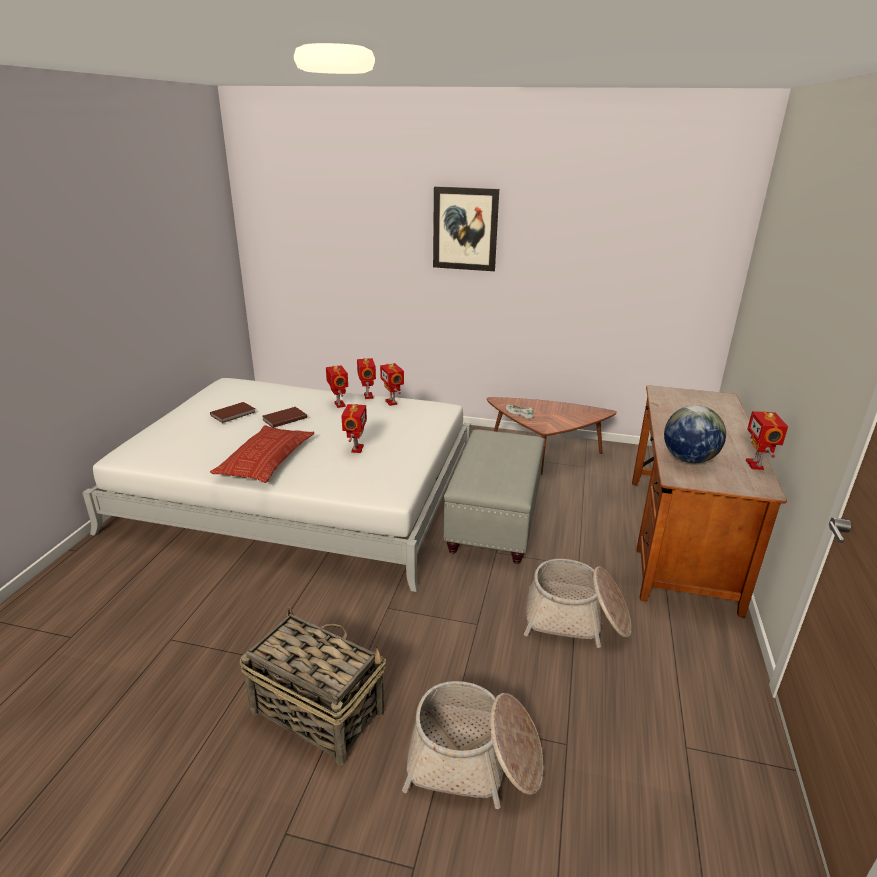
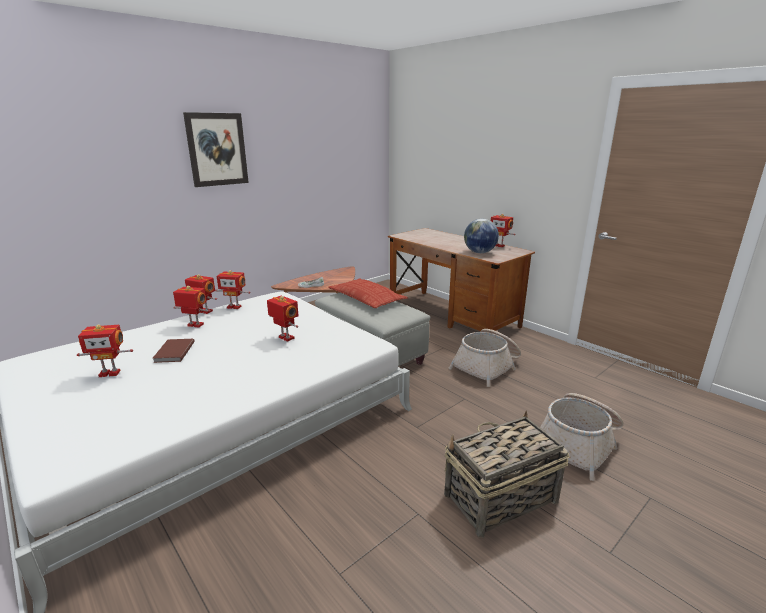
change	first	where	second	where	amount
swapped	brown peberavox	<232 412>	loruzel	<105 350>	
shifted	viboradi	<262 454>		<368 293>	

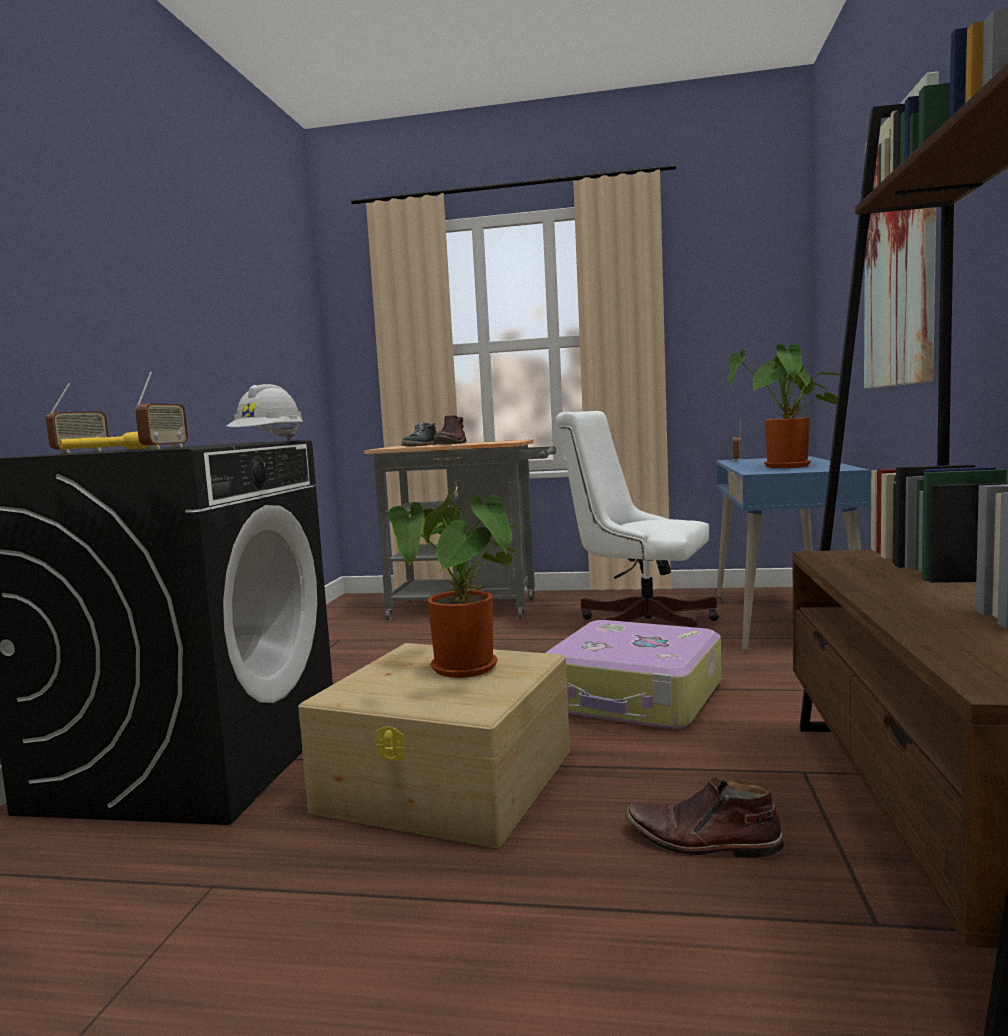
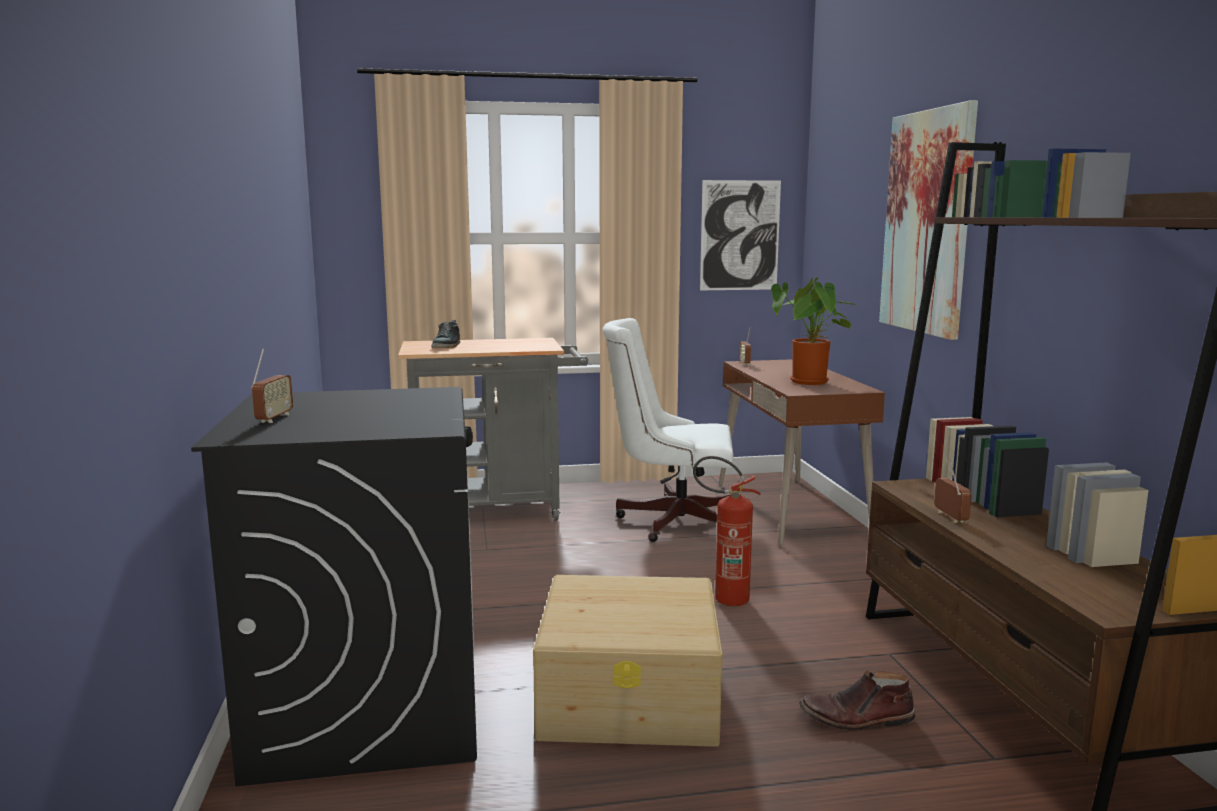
change	first	where	second	where	amount
gone	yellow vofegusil	<103 441>			
shifted	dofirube	<161 410>		<953 490>	
gone	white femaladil	<265 412>			
gone	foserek	<454 582>			
gone	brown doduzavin	<450 429>			
swapped	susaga	<634 674>	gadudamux	<726 531>	
repainted	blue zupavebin	<793 554>	brown zupavebin	<802 452>	
new			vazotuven	<740 235>	

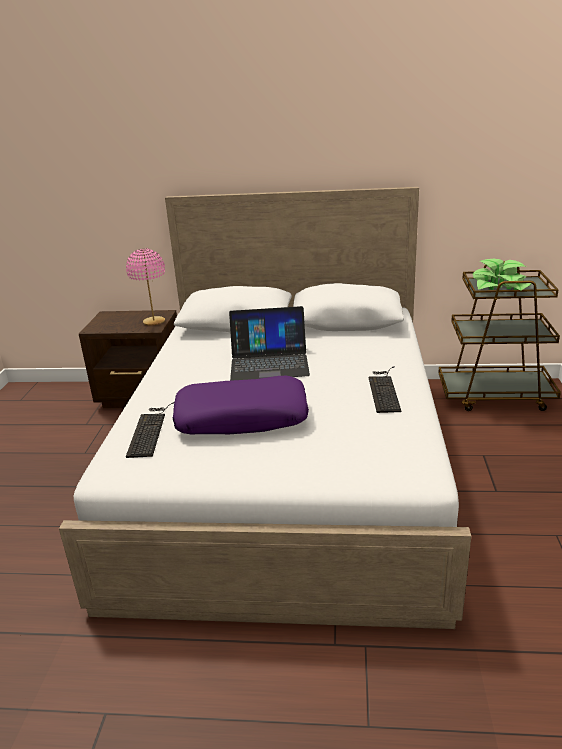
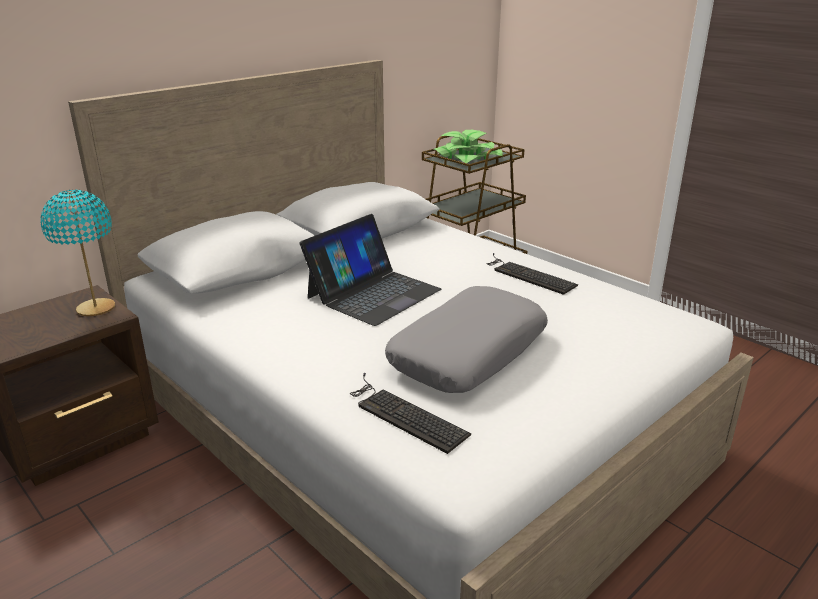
change	first	where	second	where	amount
repainted	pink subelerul	<145 286>	turquoise subelerul	<77 253>	
repainted	purple viboradi	<241 405>	grey viboradi	<466 339>	

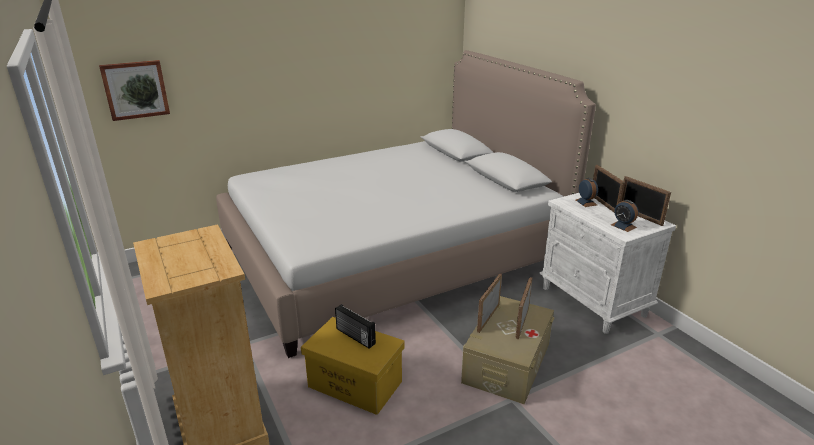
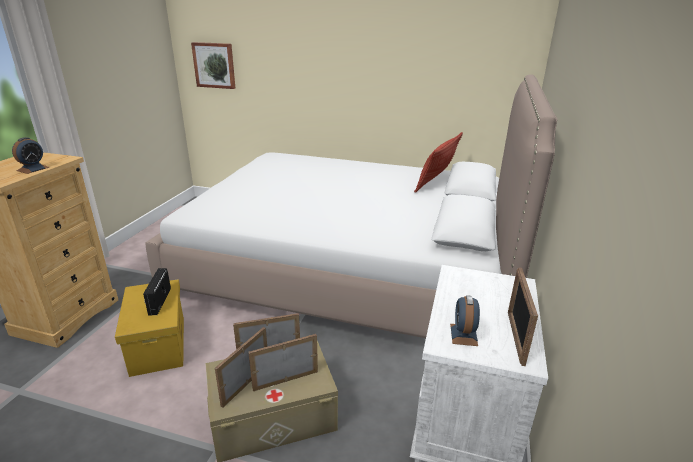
change	first	where	second	where	amount
shifted	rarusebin	<587 192>		<31 155>	
shifted	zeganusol	<609 188>		<241 367>	
new			viboradi	<438 162>	

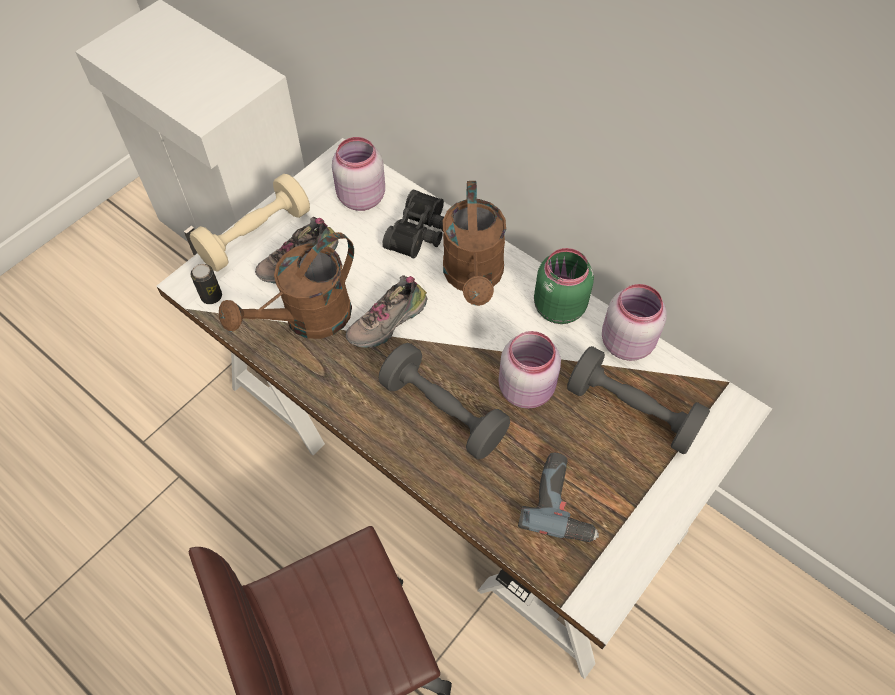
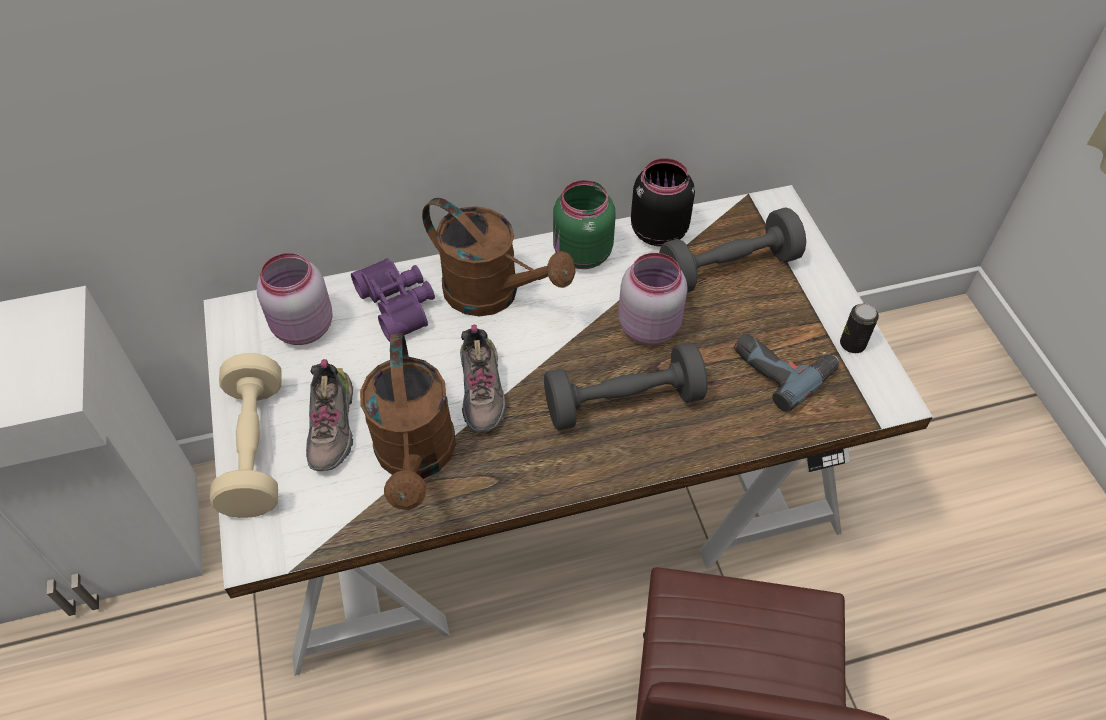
change	first	where	second	where	amount
shifted	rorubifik	<206 284>		<859 328>	
repainted	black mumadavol	<413 224>	purple mumadavol	<393 300>	
repainted	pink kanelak	<634 322>	black kanelak	<663 202>	

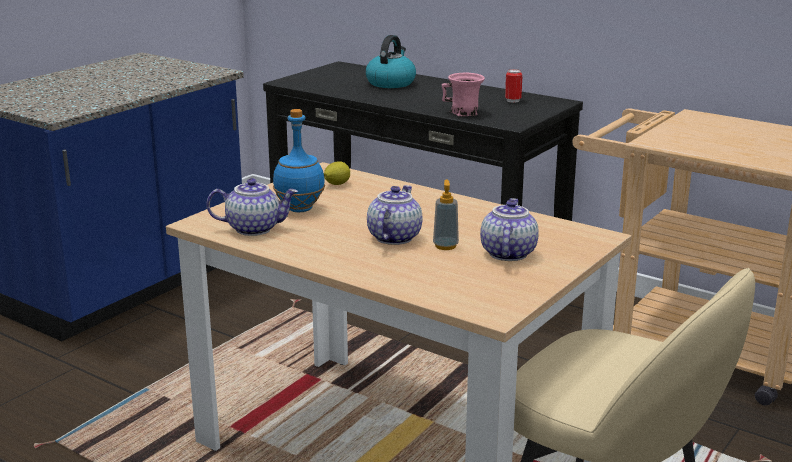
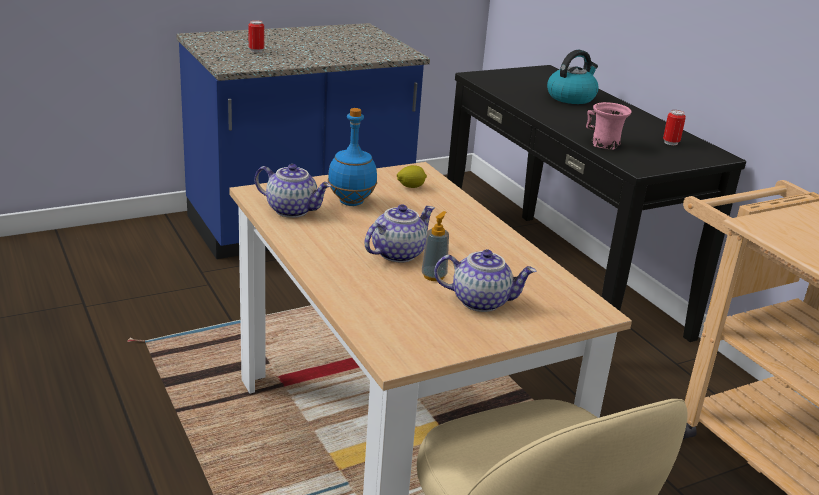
change	first	where	second	where	amount
rotated	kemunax	<509 229>		<485 280>	60 degrees clockwise
new			rorubifik	<256 36>	

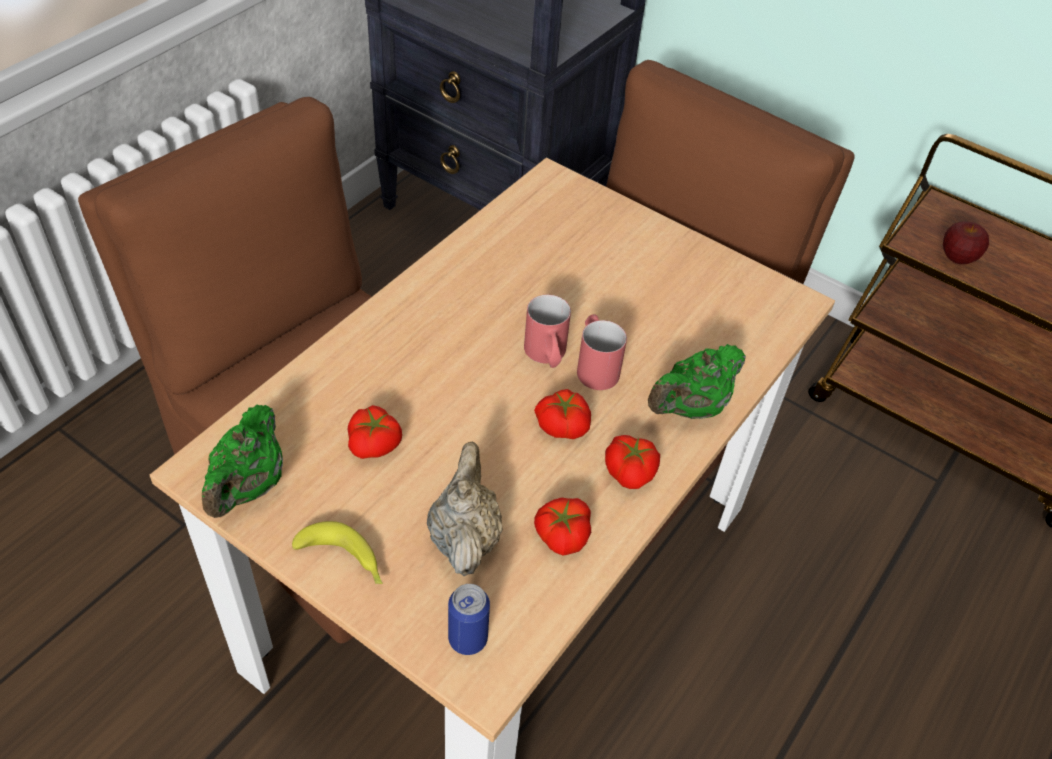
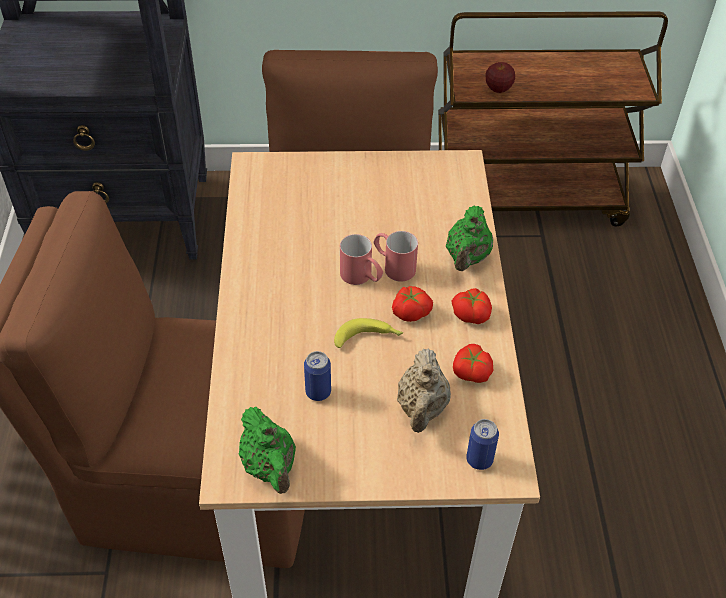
change	first	where	second	where	amount
shifted	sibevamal	<337 552>		<368 333>	
swapped	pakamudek	<374 432>	rorubifik	<317 376>	
rotated	beige kemunax	<465 509>		<424 390>	135 degrees counterclockwise

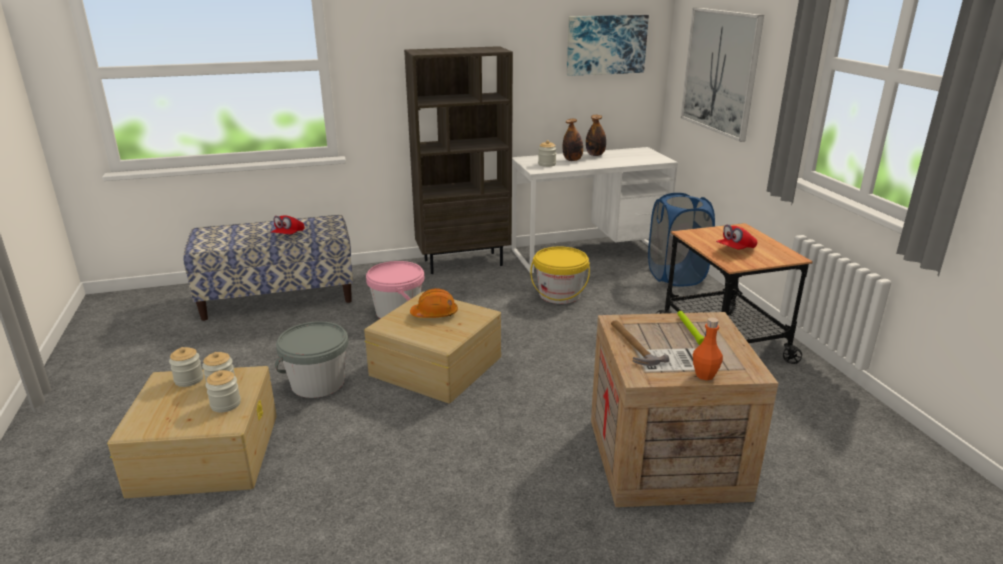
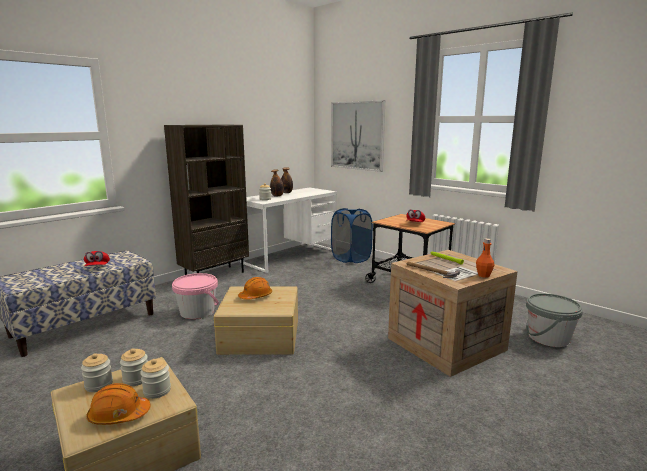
change	first	where	second	where	amount
shifted	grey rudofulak	<311 359>		<554 320>	
gone	yellow rudofulak	<560 275>			
gone	vazotuven	<608 45>			
new			orange femaladil	<119 404>	

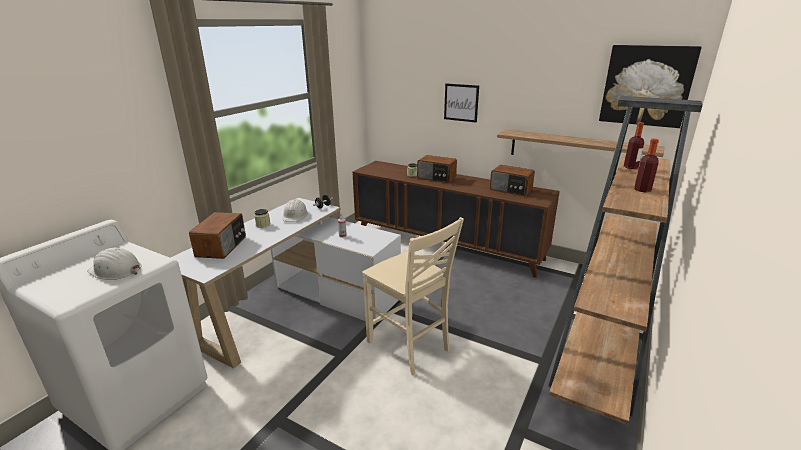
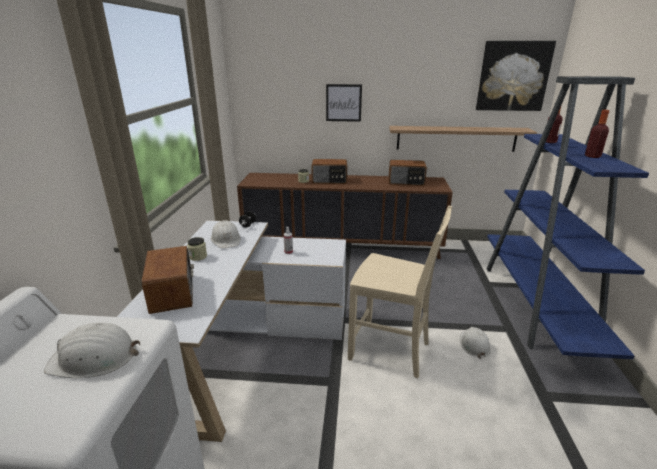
change	first	where	second	where	amount
repainted	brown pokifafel	<625 260>	blue pokifafel	<568 217>	
new			white femaladil	<475 343>	

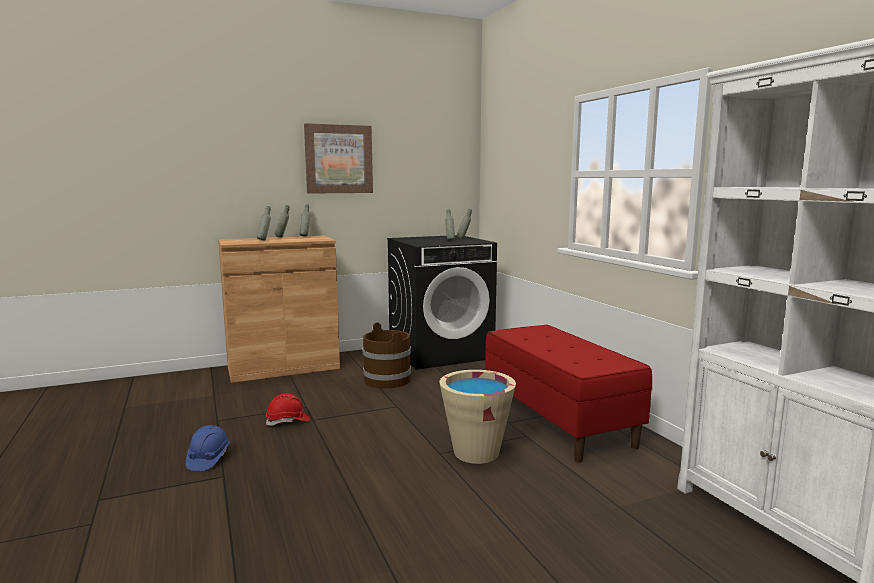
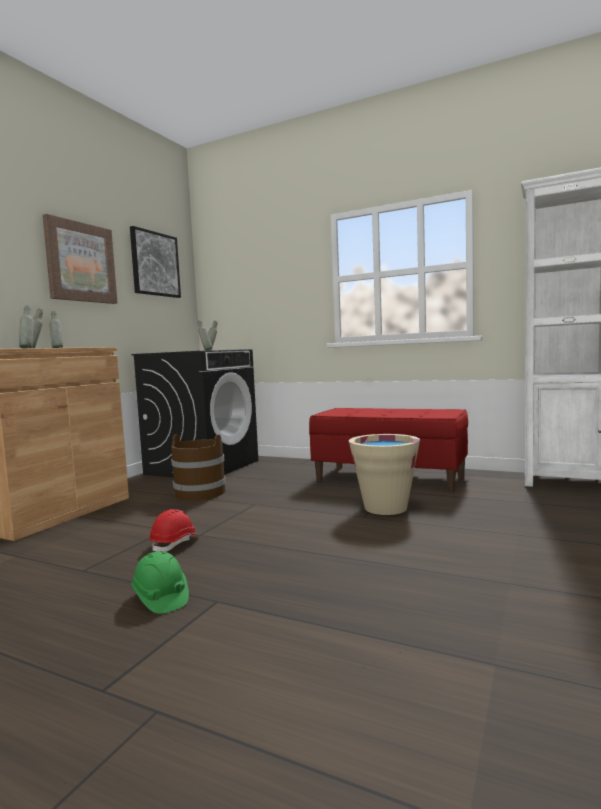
change	first	where	second	where	amount
repainted	blue femaladil	<208 448>	green femaladil	<160 582>	
new			vazotuven	<155 262>	

